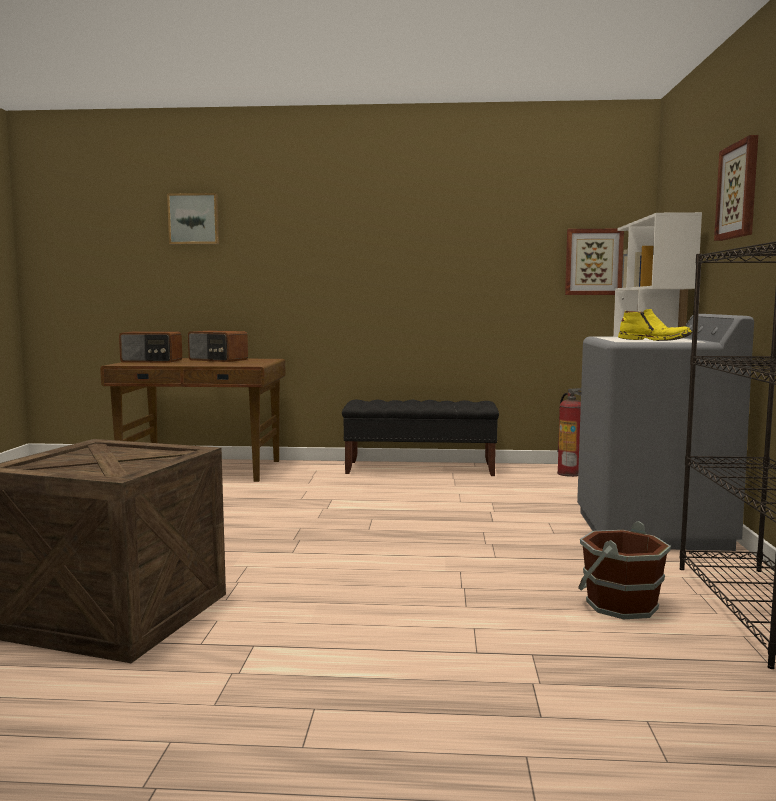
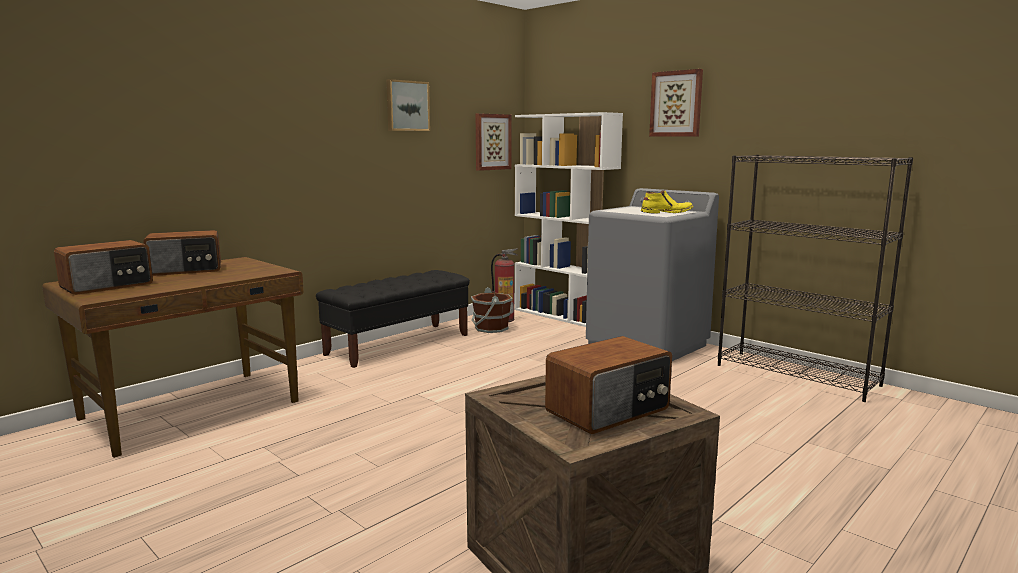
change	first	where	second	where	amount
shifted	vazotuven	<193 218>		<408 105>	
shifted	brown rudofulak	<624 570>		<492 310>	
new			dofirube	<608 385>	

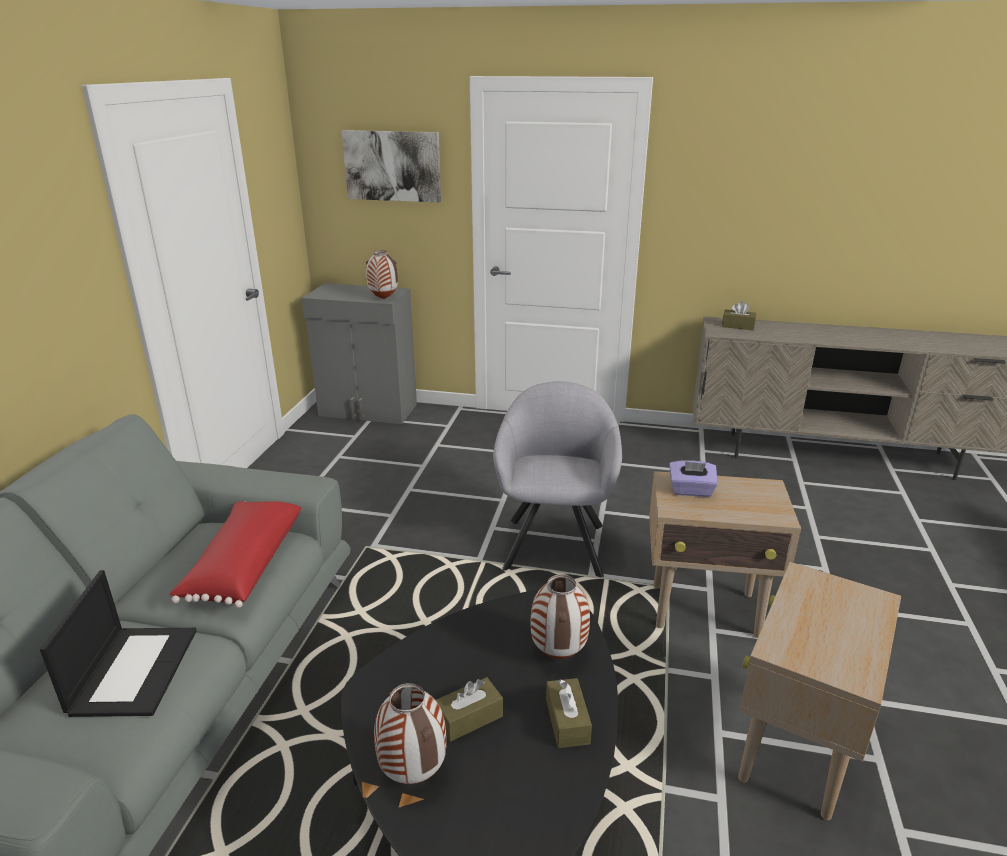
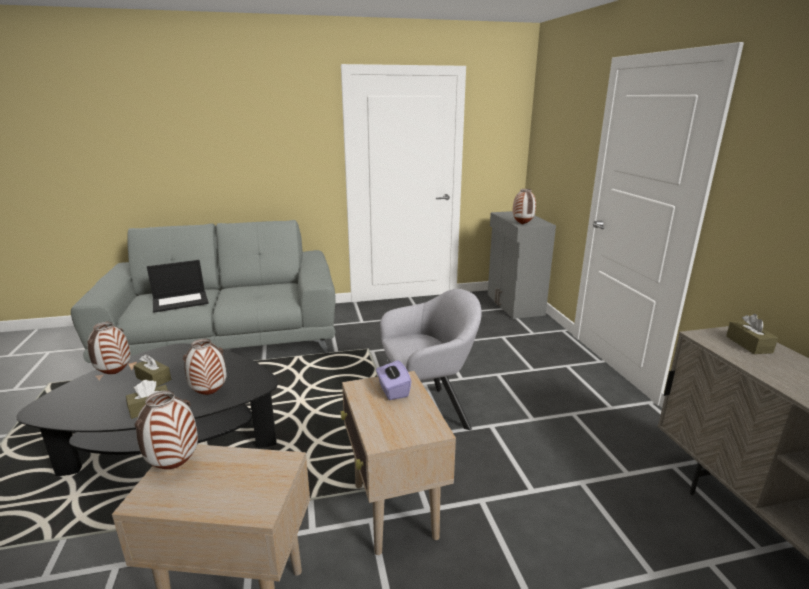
change	first	where	second	where	amount
gone	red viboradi	<235 554>			
gone	vazotuven	<391 166>			
new			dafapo	<166 429>	

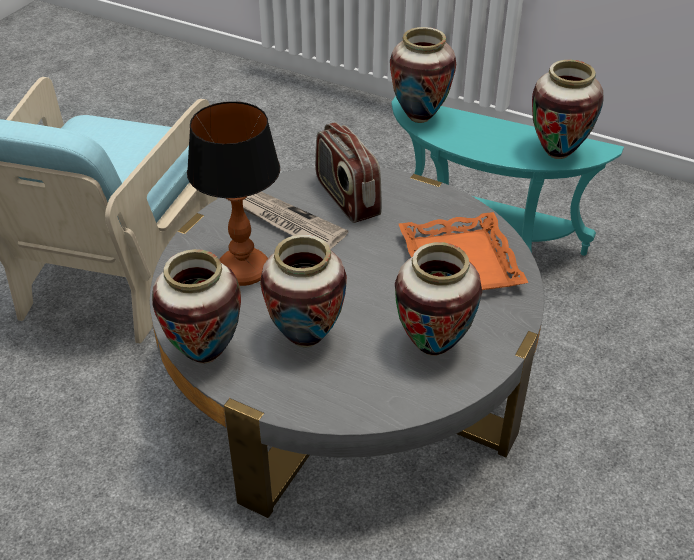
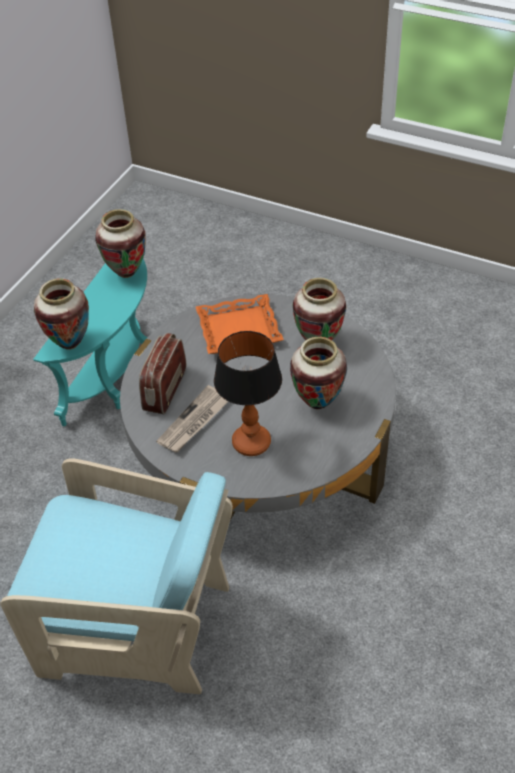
change	first	where	second	where	amount
gone	dafapo	<196 306>			
rotated	dofirube	<348 172>		<162 373>	135 degrees clockwise

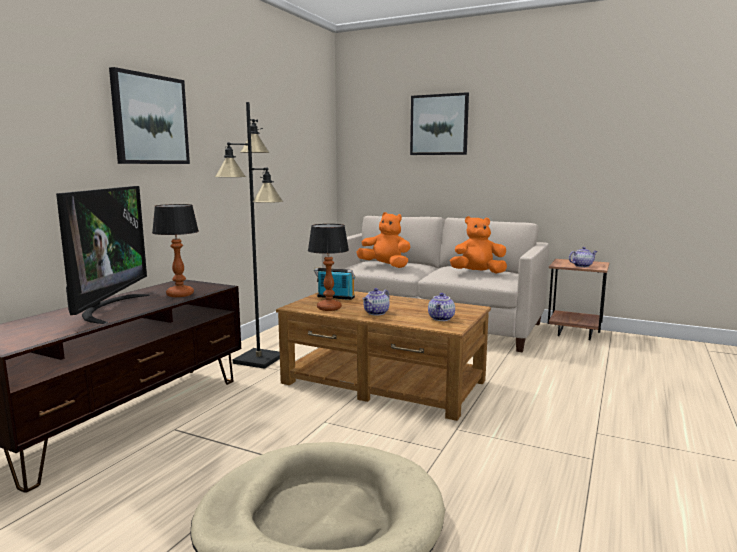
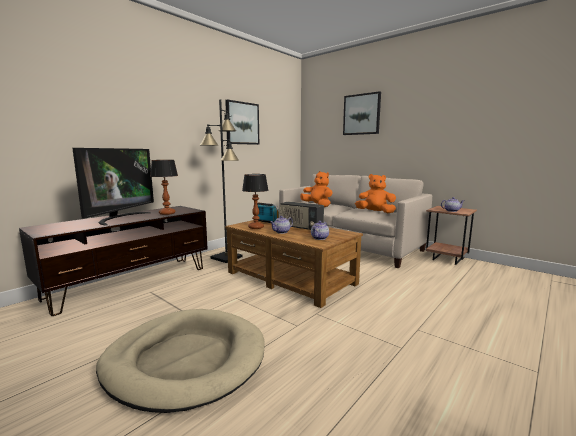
change	first	where	second	where	amount
shifted	vazotuven	<149 115>		<242 122>	
new			dofirube	<301 215>	

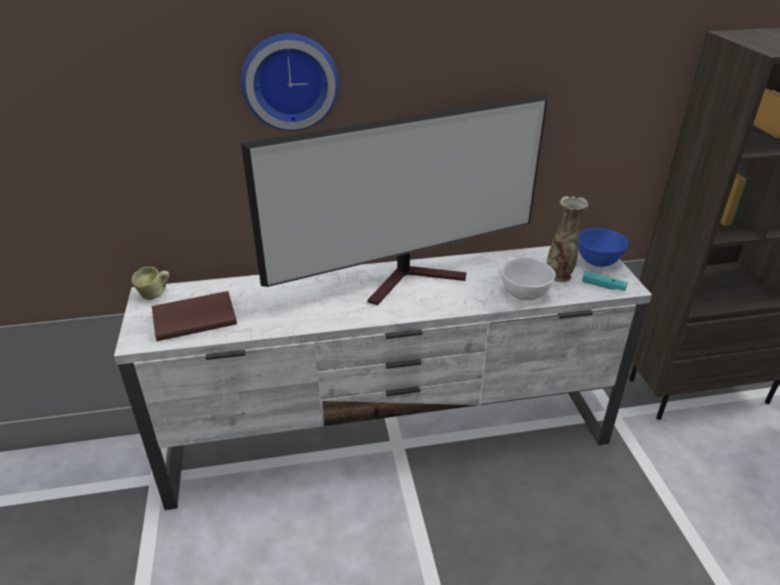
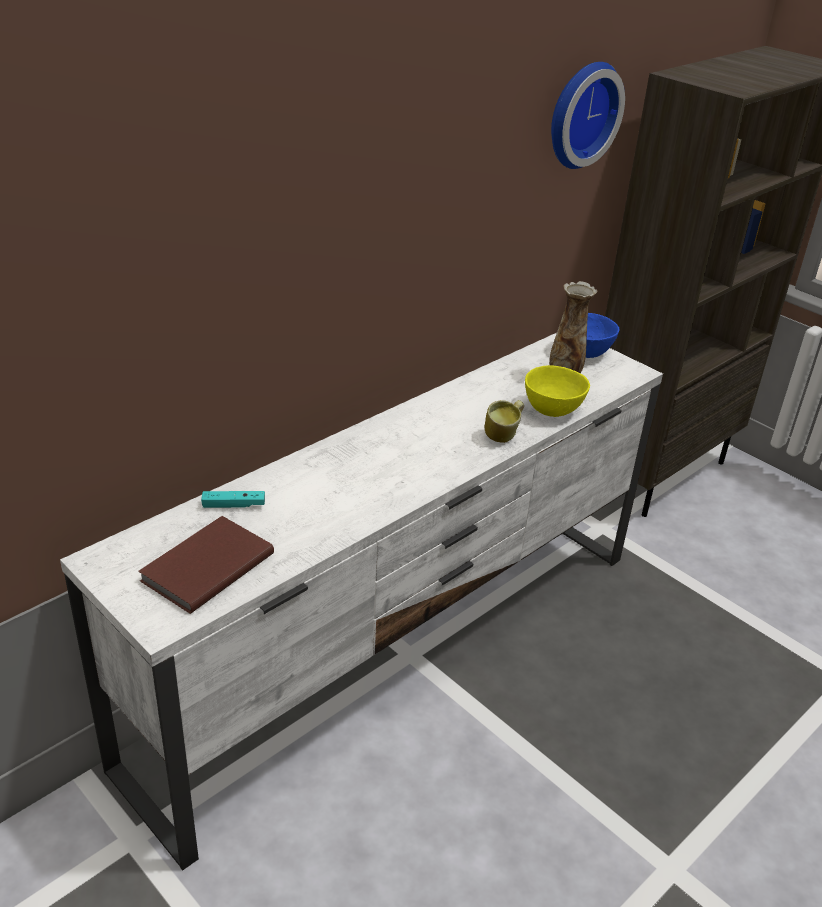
change	first	where	second	where	amount
shifted	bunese	<150 283>		<504 421>	
shifted	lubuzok	<290 82>		<588 115>	
gone	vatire	<394 199>			
repainted	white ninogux	<528 279>	yellow ninogux	<557 391>	
shifted	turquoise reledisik	<605 281>		<233 499>	

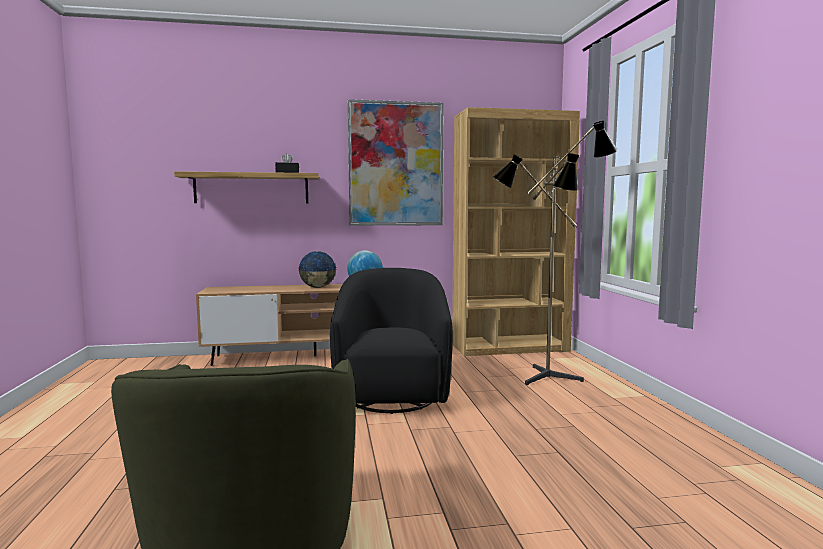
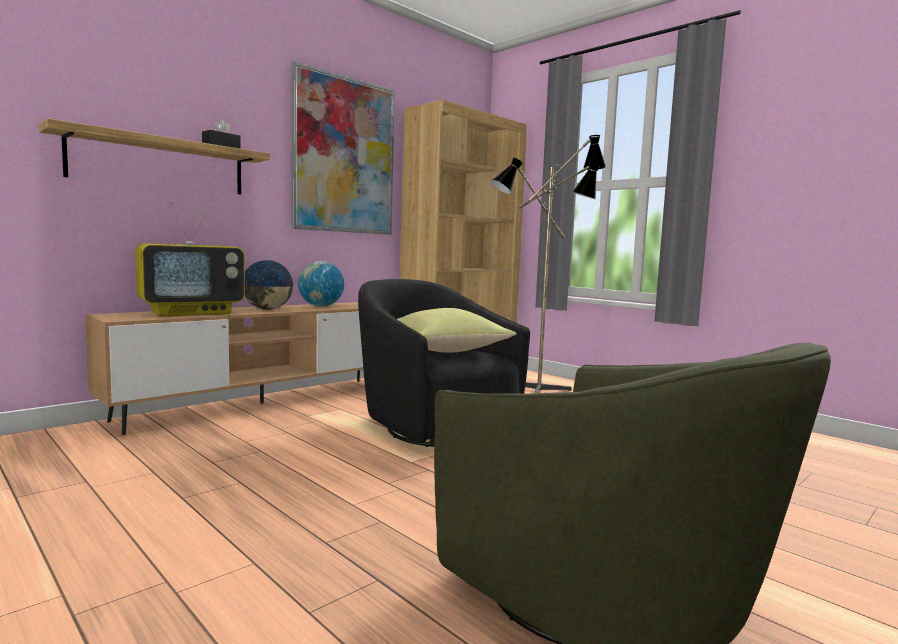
change	first	where	second	where	amount
new			vatire	<190 259>	
new			yellow viboradi	<457 330>	

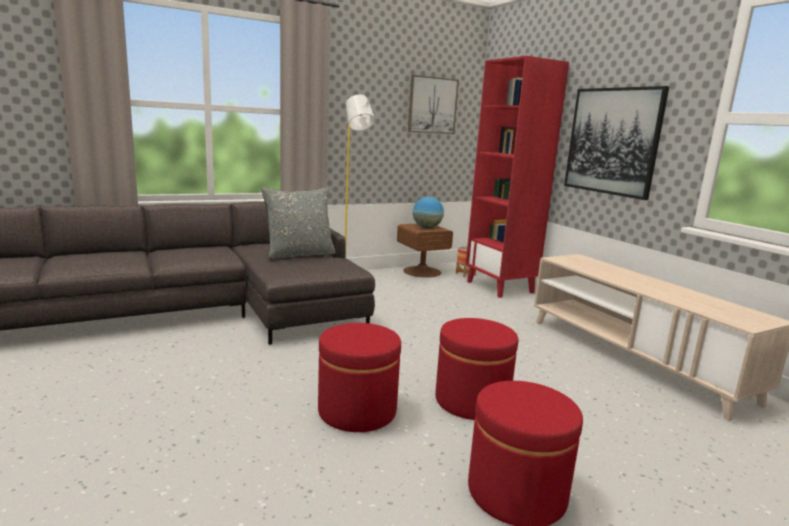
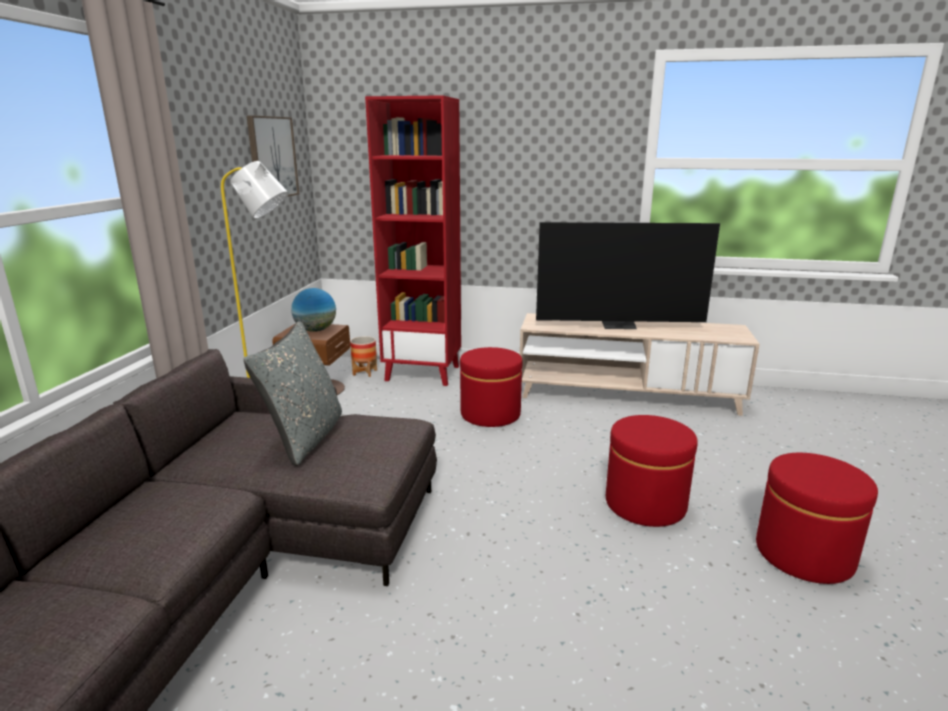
change	first	where	second	where	amount
shifted	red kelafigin	<359 377>		<491 387>	
gone	vazotuven	<616 143>			
new			vatire	<628 275>	

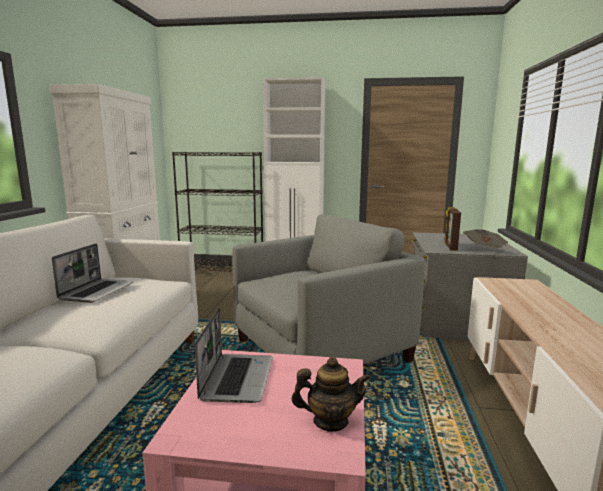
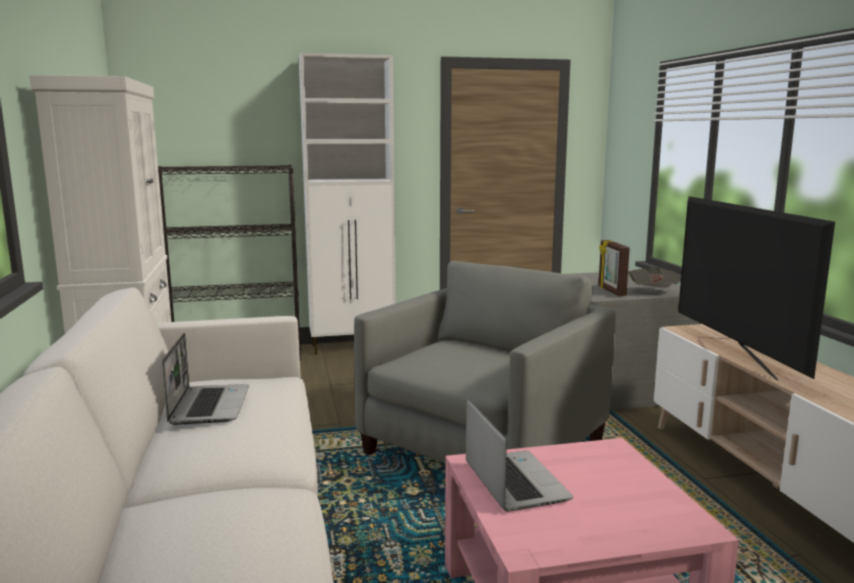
change	first	where	second	where	amount
gone	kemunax	<331 394>			
new			vatire	<756 288>	

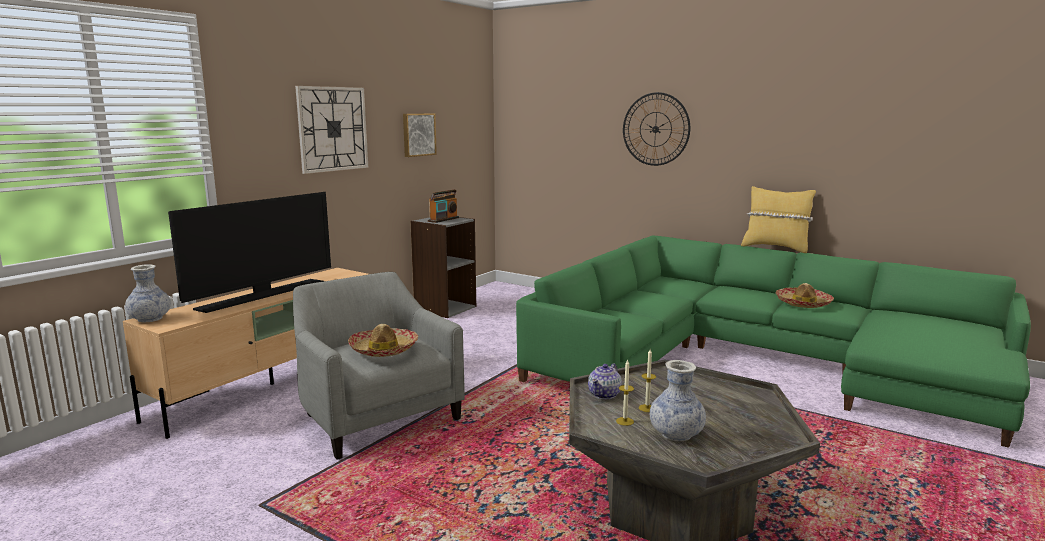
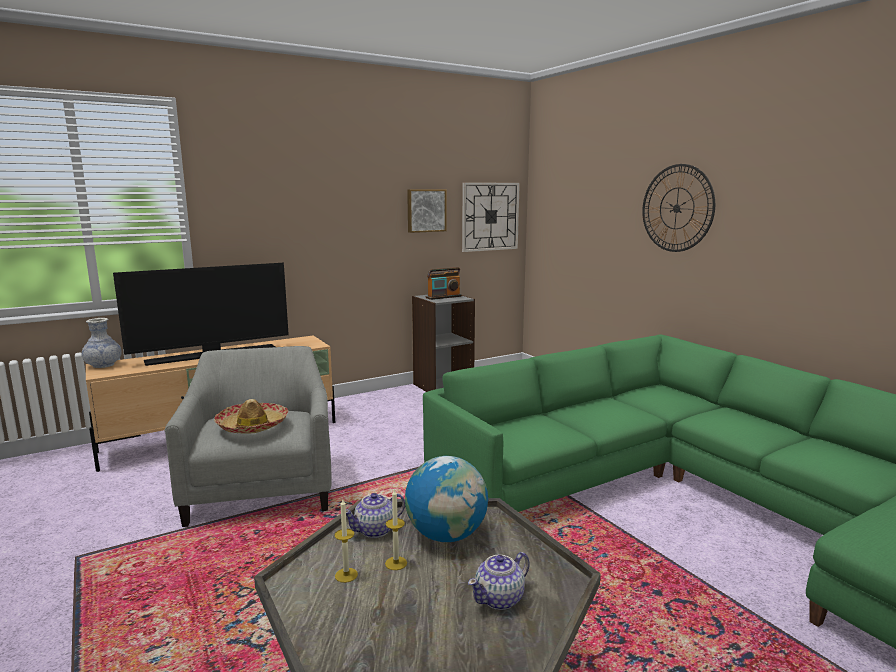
change	first	where	second	where	amount
shifted	lubuzok	<331 130>		<491 217>	
gone	dafapo	<678 400>			
gone	yellow viboradi	<778 219>			
gone	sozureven	<805 295>			
new			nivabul	<446 499>	
new			kemunax	<499 581>	

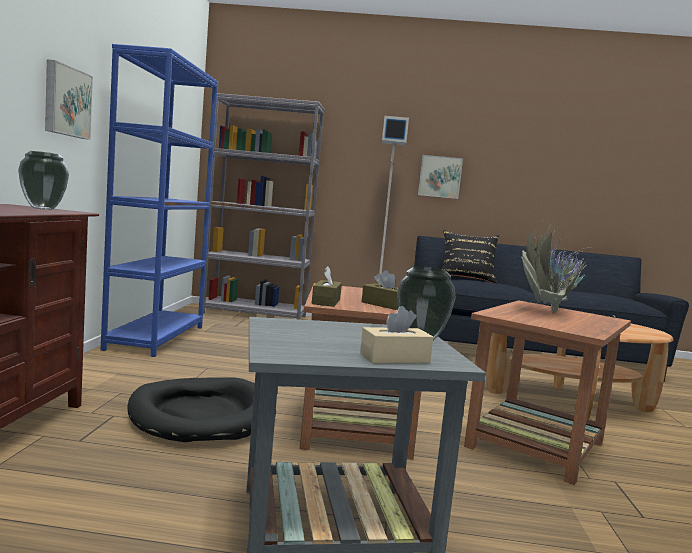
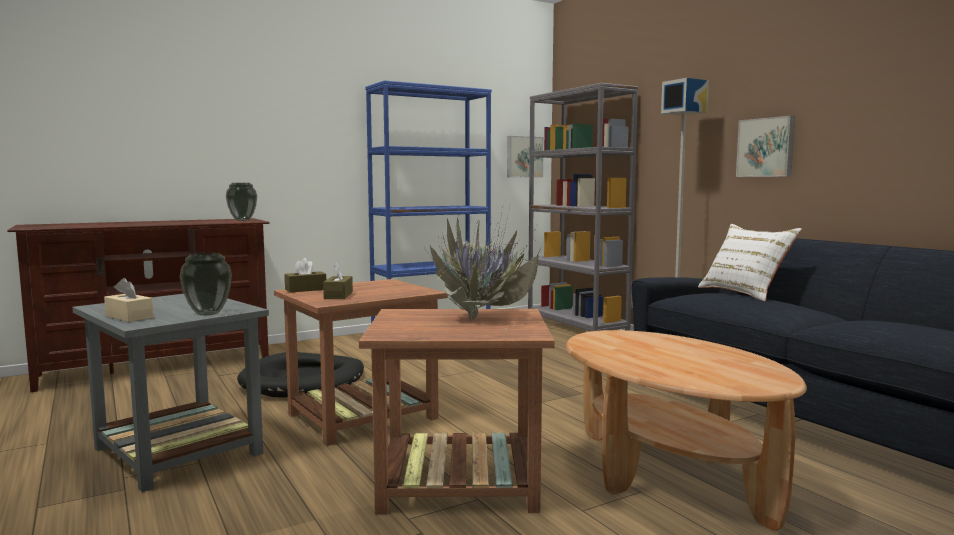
change	first	where	second	where	amount
shifted	vazotuven	<69 100>		<525 157>	
repainted	black viboradi	<470 256>	white viboradi	<750 262>	

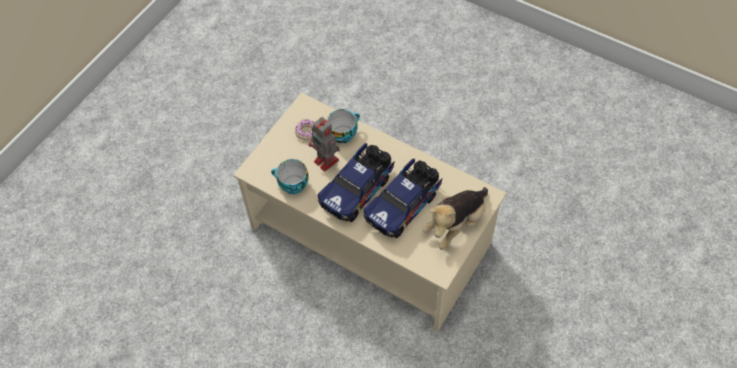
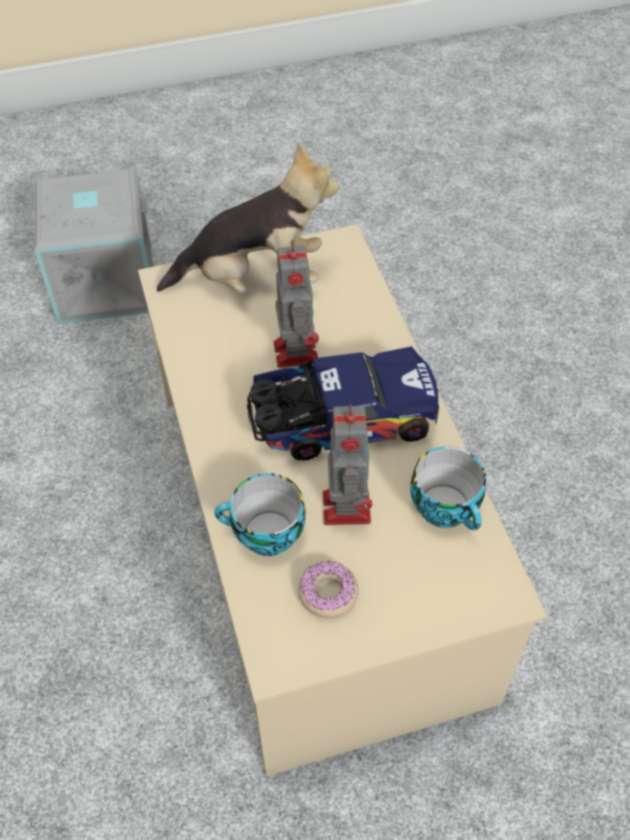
change	first	where	second	where	amount
swapped	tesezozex	<402 198>	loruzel	<296 304>	
new			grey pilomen	<90 246>	

